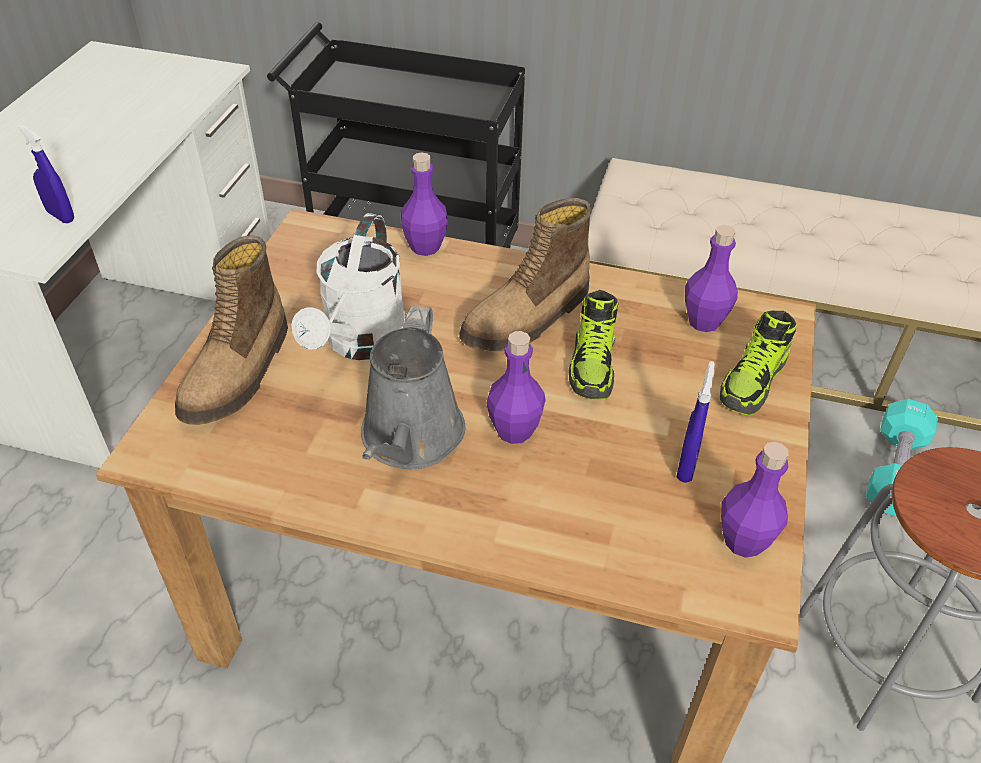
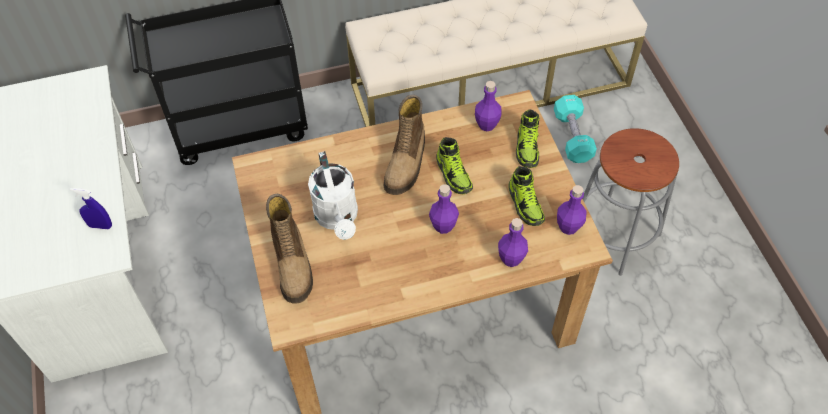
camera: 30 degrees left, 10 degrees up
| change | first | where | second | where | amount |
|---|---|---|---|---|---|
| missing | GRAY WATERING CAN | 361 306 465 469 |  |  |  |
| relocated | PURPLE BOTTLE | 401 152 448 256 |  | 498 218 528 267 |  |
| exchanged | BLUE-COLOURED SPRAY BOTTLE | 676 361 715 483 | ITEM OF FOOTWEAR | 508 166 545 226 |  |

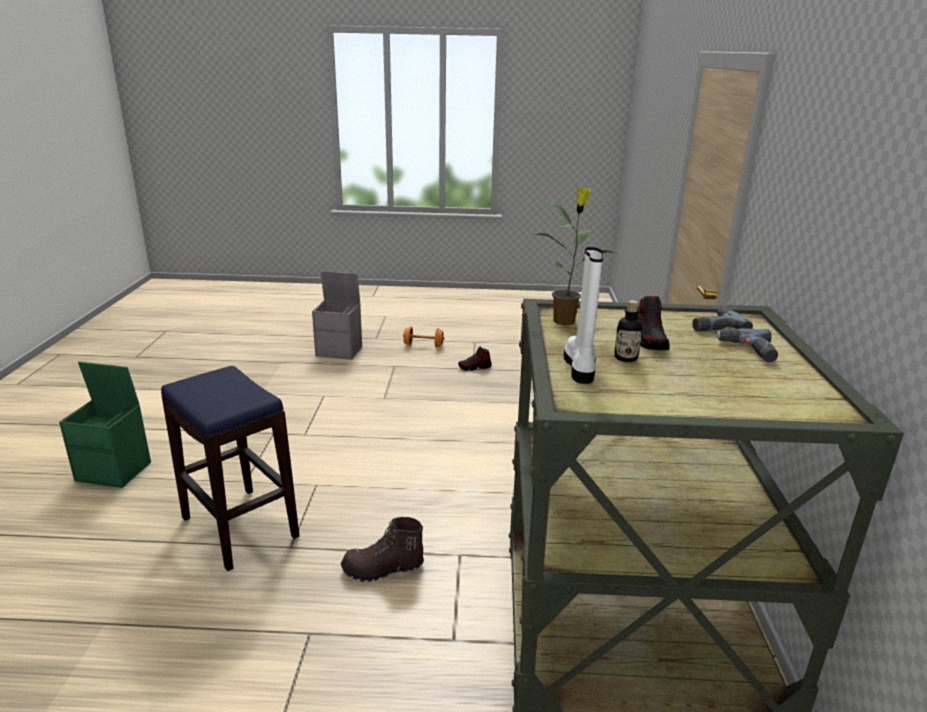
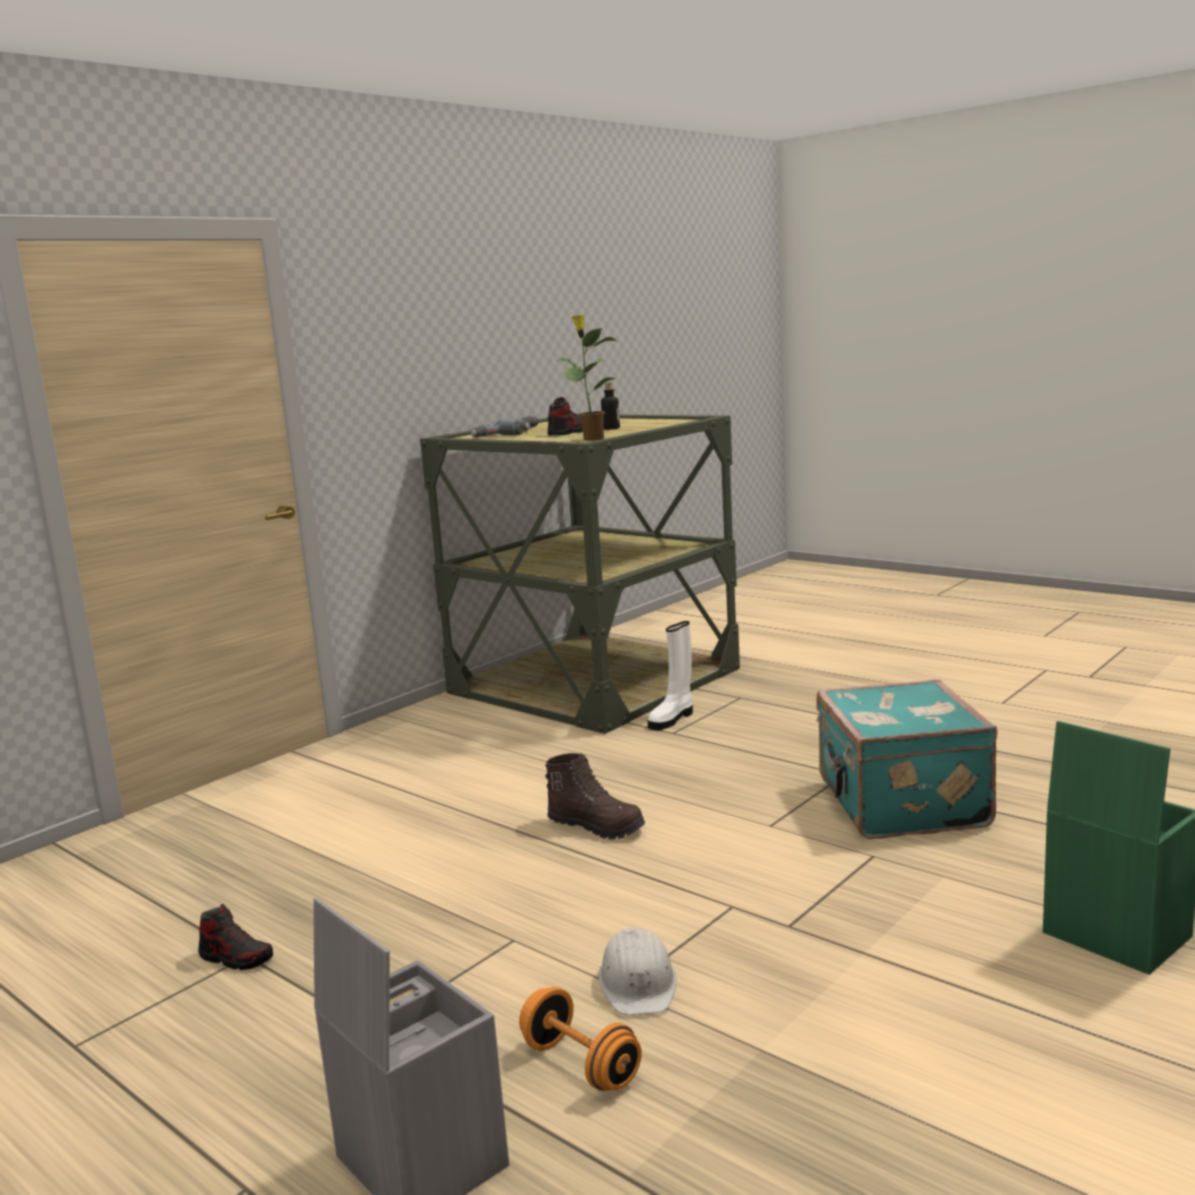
camera: 140 degrees left, 10 degrees down
| change | first | where | second | where | amount |
|---|---|---|---|---|---|
| exchanged | STOOL SEAT | 161 366 299 571 | BLUE-GREEN SUITCASE | 816 679 997 839 |  |
| relocated | BROWNISH BOOT | 341 517 424 582 |  | 545 753 645 840 |  |
| relocated | ORANGE-COLOURED FREE WEIGHT | 403 326 444 348 |  | 519 987 642 1091 |  |
| relocated | WHITE-COLOURED BOOT | 564 247 603 384 |  | 647 621 693 730 |  |
| appeared |  |  | WHITE-COLOURED SAFETY HELMET | 598 927 676 1015 |  |

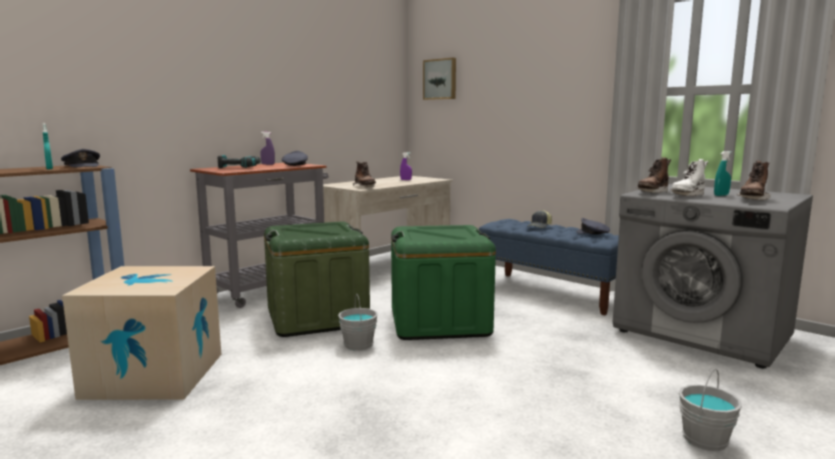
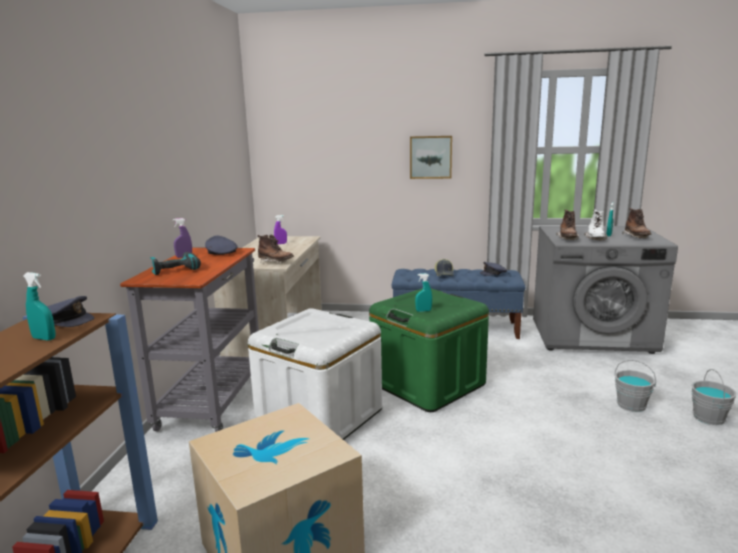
camera: 35 degrees left, 5 degrees up
| change | first | where | second | where | amount |
|---|---|---|---|---|---|
| colour | GREEN-COLOURED STORAGE CONTAINER | 264 221 370 337 | WHITE-COLOURED STORAGE CONTAINER | 248 308 382 440 |  |
| relocated | GRAY PAIL | 338 294 378 351 |  | 615 360 656 412 |  |
| relocated | WALL ART | 423 58 456 100 |  | 410 136 452 179 |  |
| appeared |  |  | BLUE-GREEN SPRAY BOTTLE | 415 273 432 312 |  |

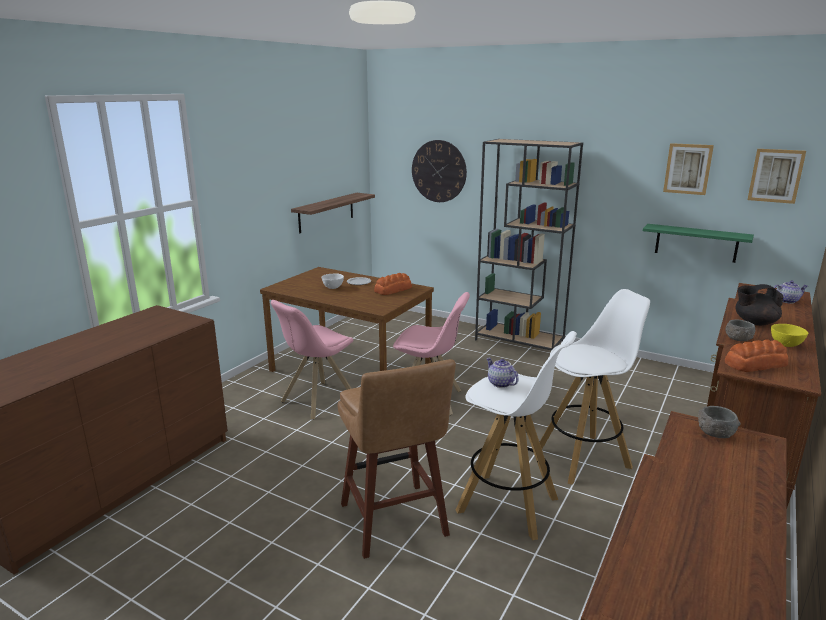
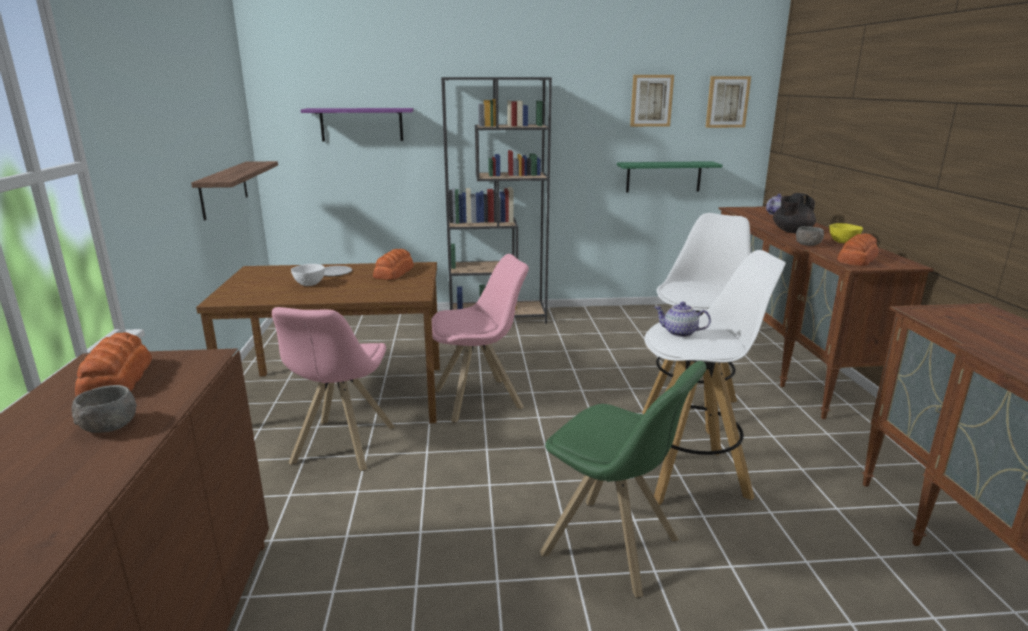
camera: 35 degrees left, 0 degrees up
| change | first | where | second | where | amount |
|---|---|---|---|---|---|
| exchanged | BROWNISH STOOL SEAT | 338 359 456 559 | GREEN-COLOURED PLAIN CHAIR | 540 361 707 598 |  |
| exchanged | HANGING CLOCK | 412 140 467 202 | PURPLE SHELF | 301 108 414 141 |  |
| relocated | GRAY SERVING BOWL | 698 406 741 438 |  | 72 385 137 433 |  |
| appeared |  |  | BAKERY BREAD | 75 332 152 396 |  |

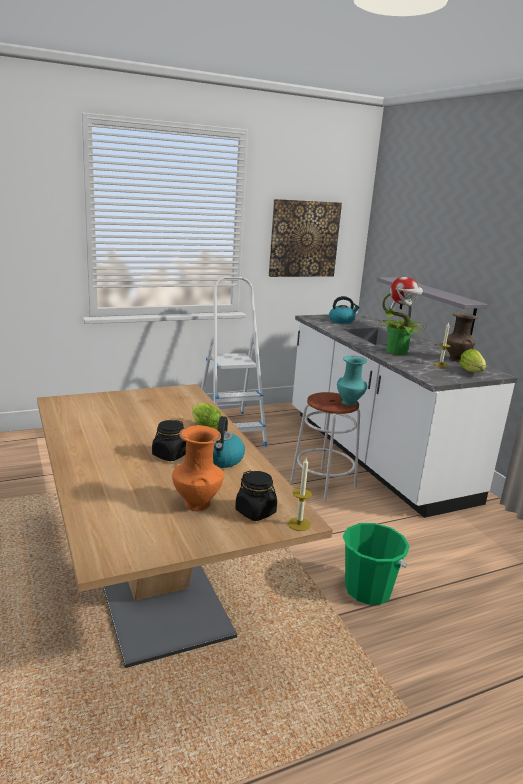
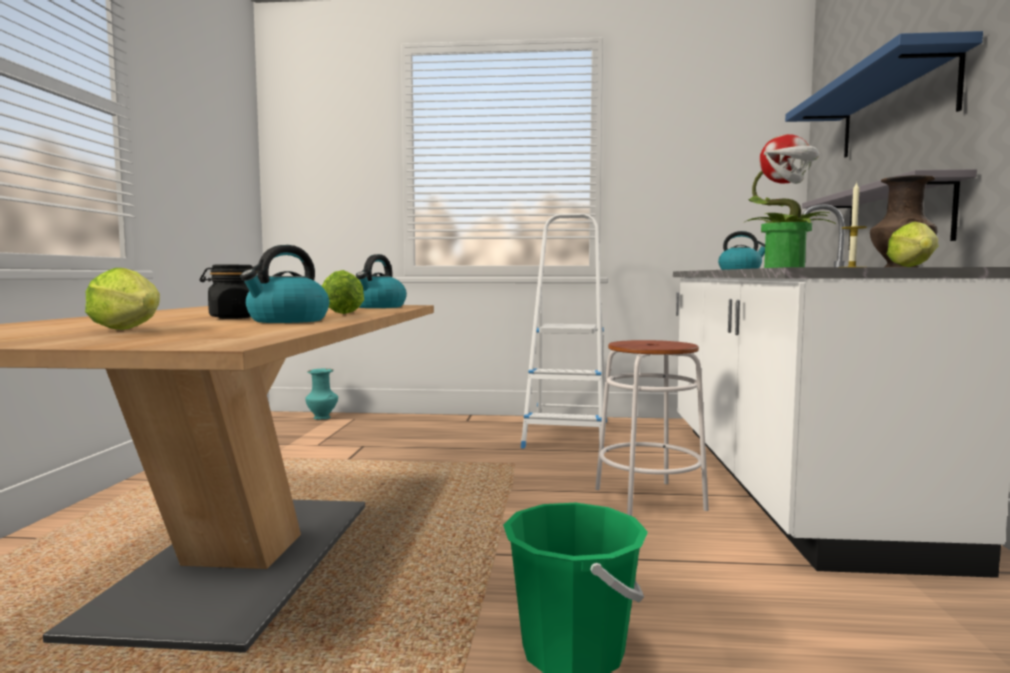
camera: 30 degrees right, 15 degrees down
| change | first | where | second | where | amount |
|---|---|---|---|---|---|
| exchanged | ORANGE-COLOURED VASE | 172 425 224 511 | LETTUCE HEAD | 85 268 160 330 |  |
| missing | BLACKISH PRESERVE JAR | 235 470 277 521 |  |  |  |
| missing | WALL ART | 269 199 342 277 |  |  |  |
| missing | WAX CANDLE | 288 458 313 531 |  |  |  |
| relocated | BLUE-GREEN VASE | 337 356 367 406 |  | 305 369 338 420 |  |
| appeared |  |  | KETTLE | 356 254 407 308 |  |
| appeared |  |  | BLUE-COLOURED SHELF | 785 31 983 157 |  |

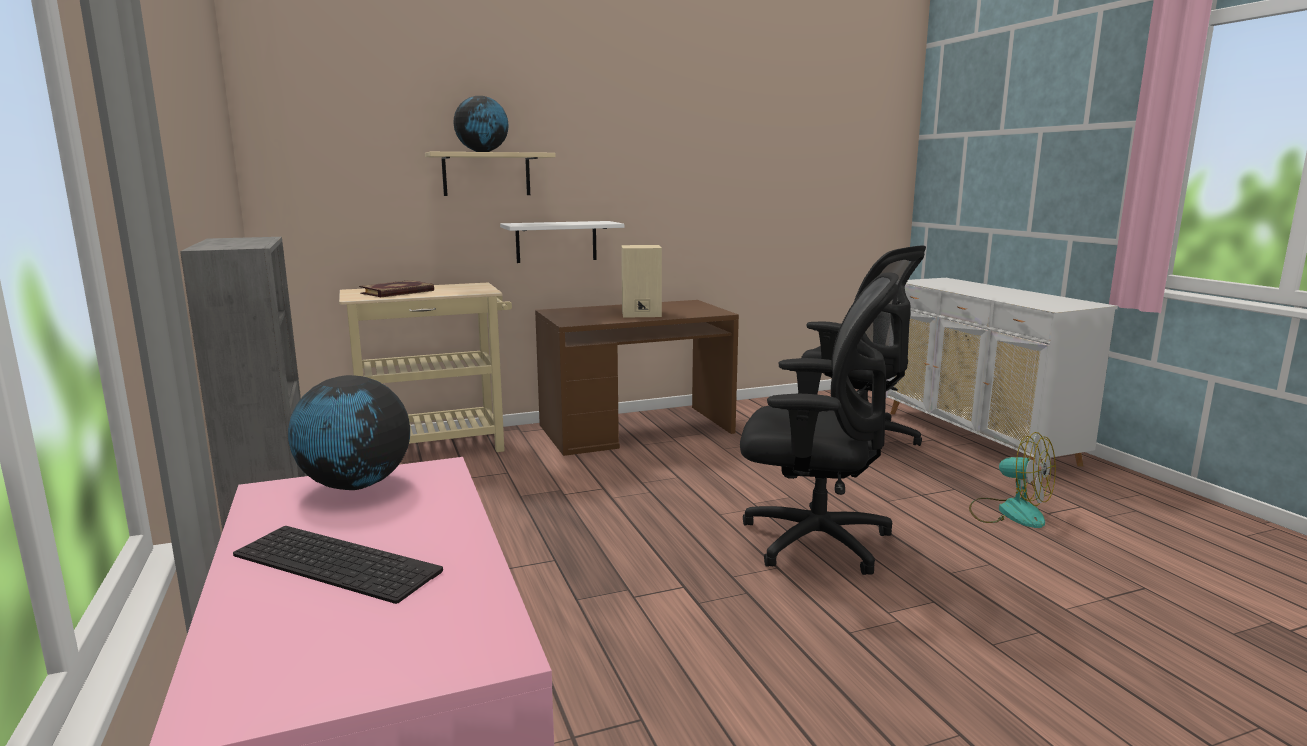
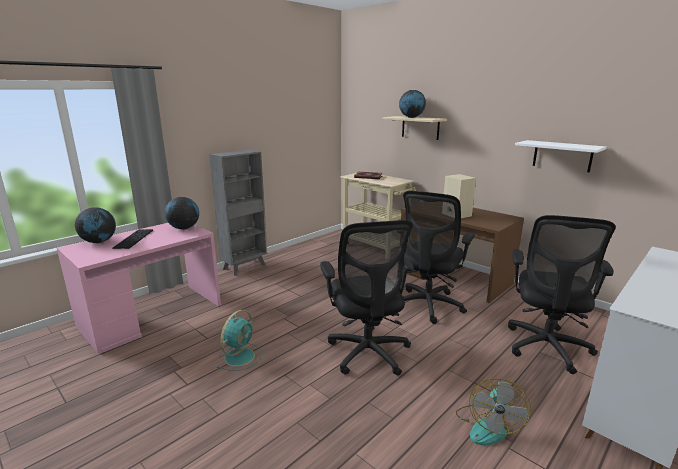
camera: 65 degrees right, 5 degrees up
| change | first | where | second | where | amount |
|---|---|---|---|---|---|
| relocated | WHITE-COLOURED SHELF | 500 221 624 263 |  | 515 140 607 172 |  |
| appeared |  |  | GLOBE | 75 207 116 243 |  |
| appeared |  |  | BLUE-GREEN COOLING FAN | 217 310 263 371 |  |
| appeared |  |  | BLACKISH COMPUTER CHAIR | 403 191 475 324 |  |

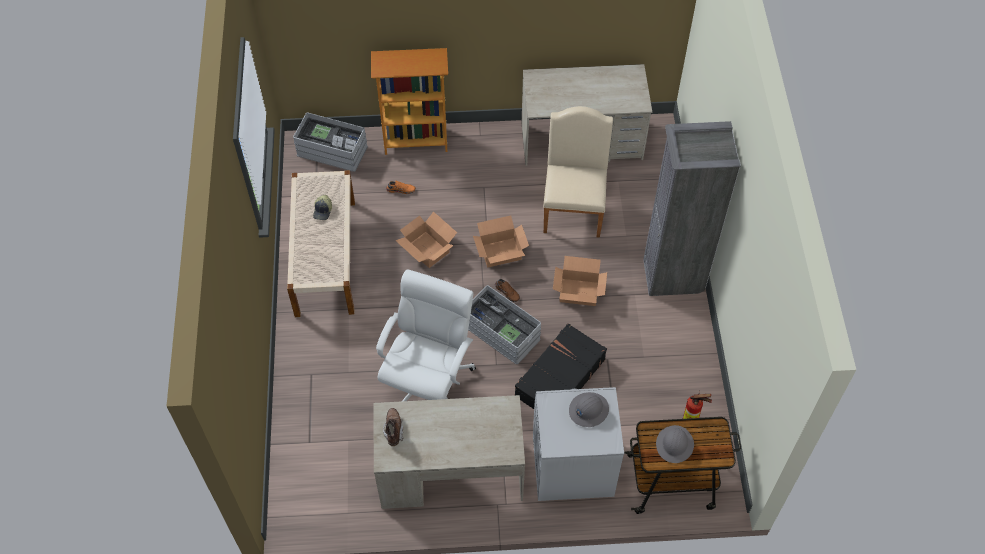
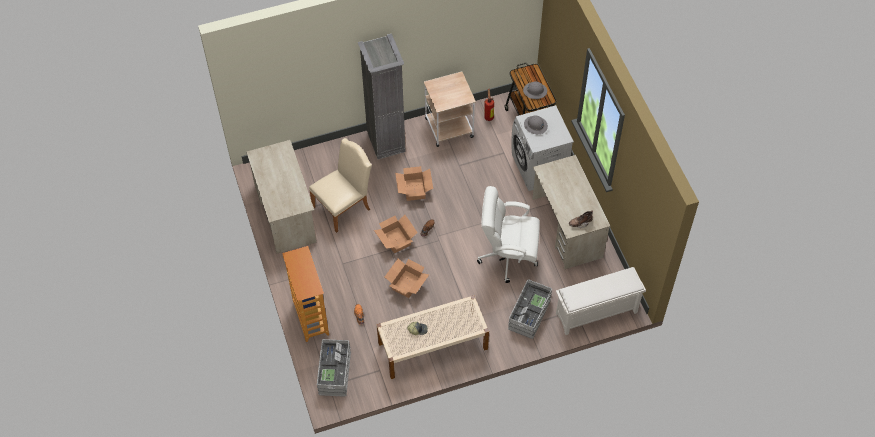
camera: 105 degrees left, 0 degrees up
| change | first | where | second | where | amount |
|---|---|---|---|---|---|
| relocated | GRAY STORAGE CONTAINER | 468 285 541 364 |  | 508 279 552 339 |  |
| missing | BLACKISH SUITCASE | 515 323 607 409 |  |  |  |
| spun | BEIGE PLAIN CHAIR | 543 106 613 238 |  | 309 138 372 233 | 150 degrees clockwise |
| appeared |  |  | BEIGE CART | 424 71 476 147 |  |
| appeared |  |  | WHITE-COLOURED SHOE STAND | 556 267 646 335 |  |

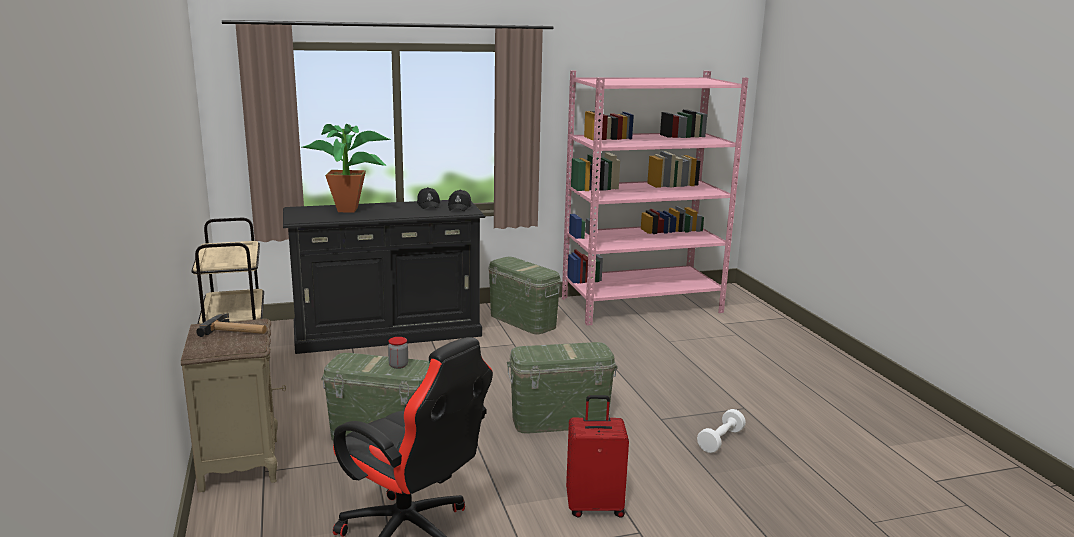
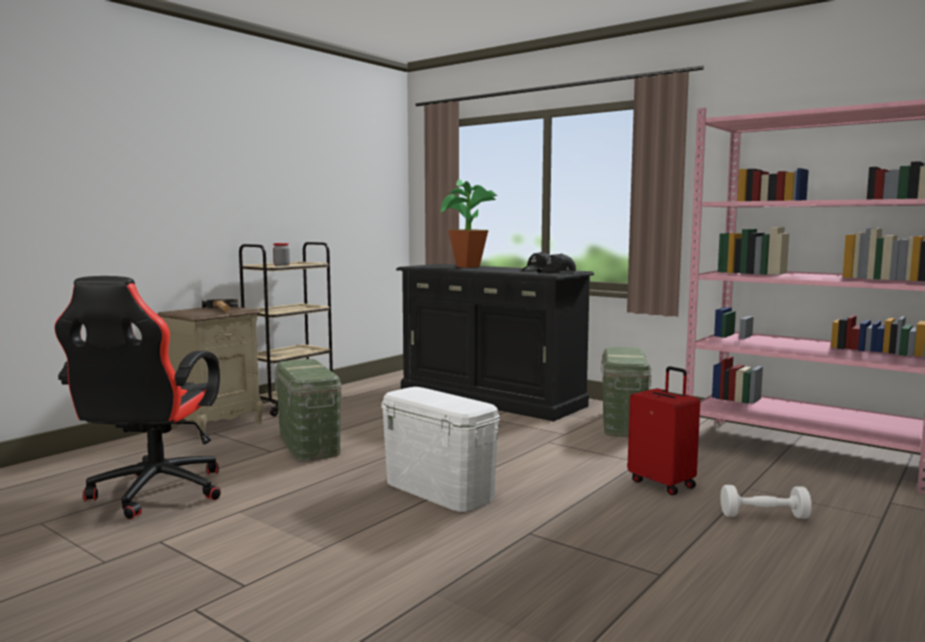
camera: 55 degrees right, 10 degrees down
| change | first | where | second | where | amount |
|---|---|---|---|---|---|
| relocated | PRESERVE JAR | 388 337 408 369 |  | 273 243 290 266 |  |
| colour | GREEN-COLOURED STORAGE CONTAINER | 507 342 618 433 | WHITE-COLOURED STORAGE CONTAINER | 381 387 500 512 |  |
| relocated | RED-COLOURED SUITCASE | 566 395 629 518 |  | 628 366 700 495 |  |
| relocated | WHITE-COLOURED FREE WEIGHT | 697 409 746 453 |  | 721 485 812 519 |  |

